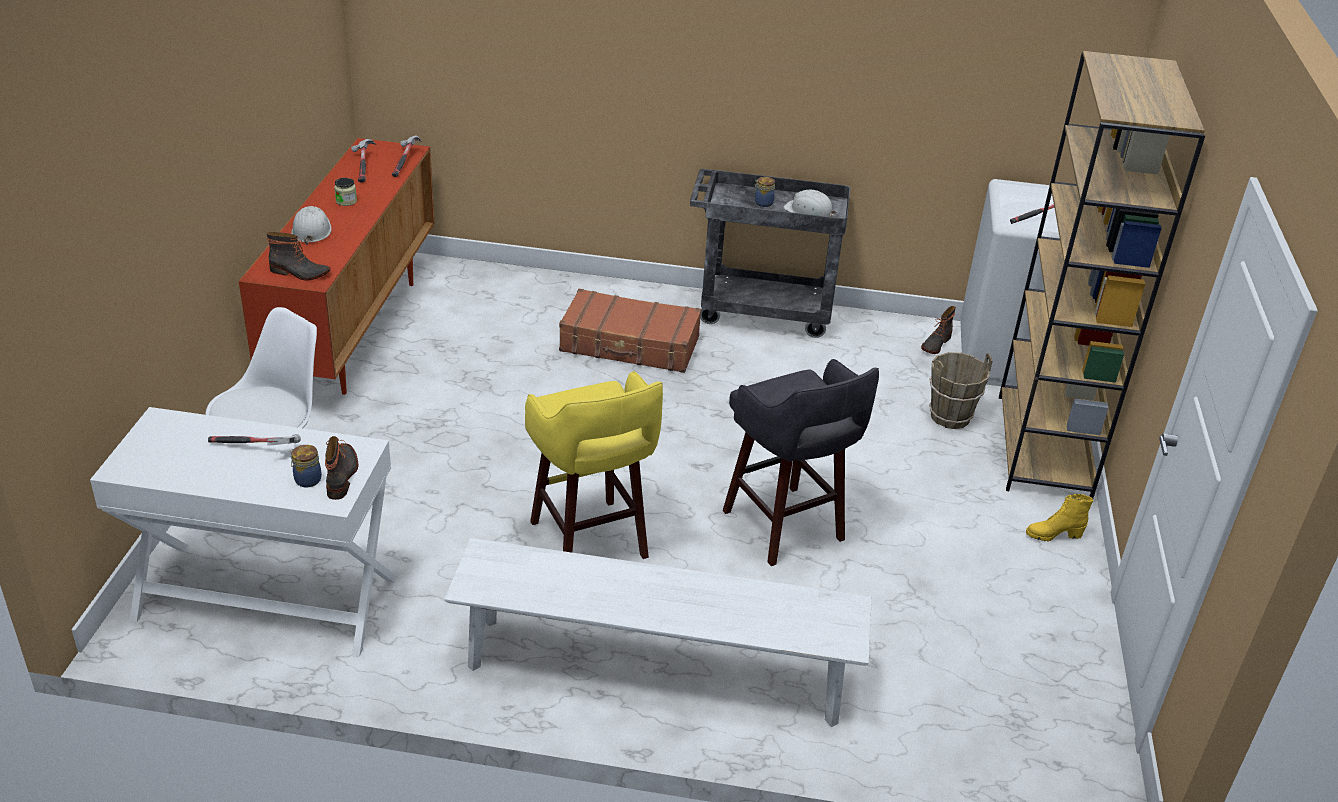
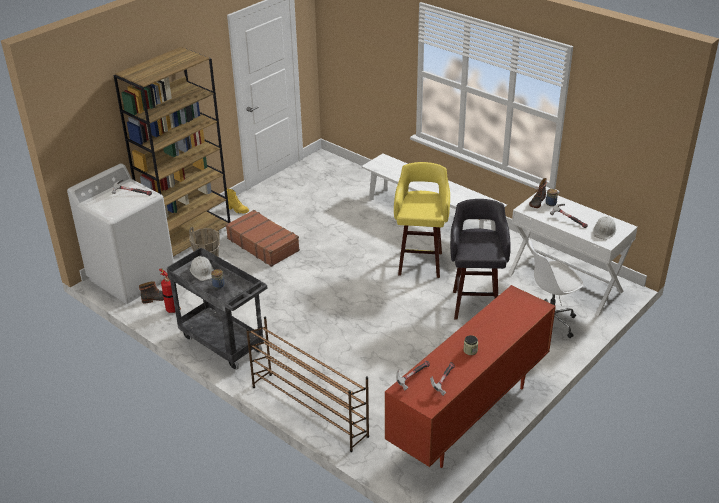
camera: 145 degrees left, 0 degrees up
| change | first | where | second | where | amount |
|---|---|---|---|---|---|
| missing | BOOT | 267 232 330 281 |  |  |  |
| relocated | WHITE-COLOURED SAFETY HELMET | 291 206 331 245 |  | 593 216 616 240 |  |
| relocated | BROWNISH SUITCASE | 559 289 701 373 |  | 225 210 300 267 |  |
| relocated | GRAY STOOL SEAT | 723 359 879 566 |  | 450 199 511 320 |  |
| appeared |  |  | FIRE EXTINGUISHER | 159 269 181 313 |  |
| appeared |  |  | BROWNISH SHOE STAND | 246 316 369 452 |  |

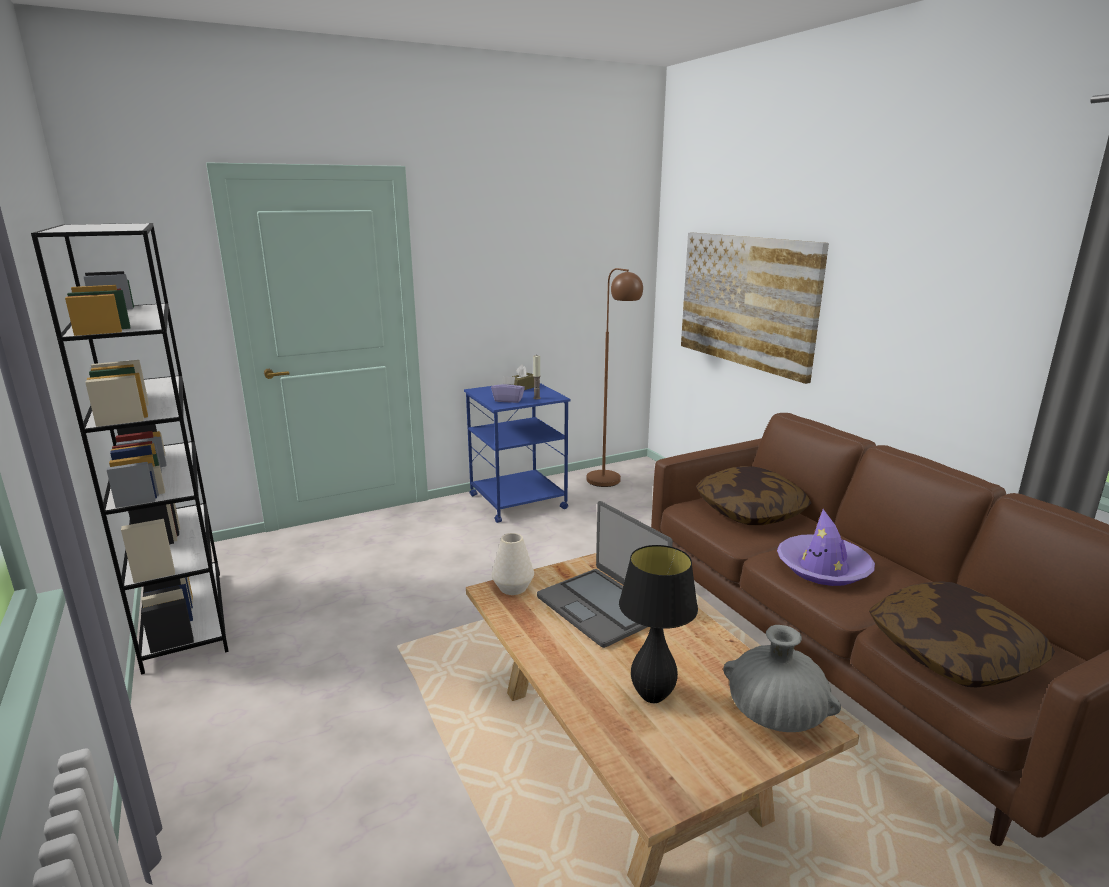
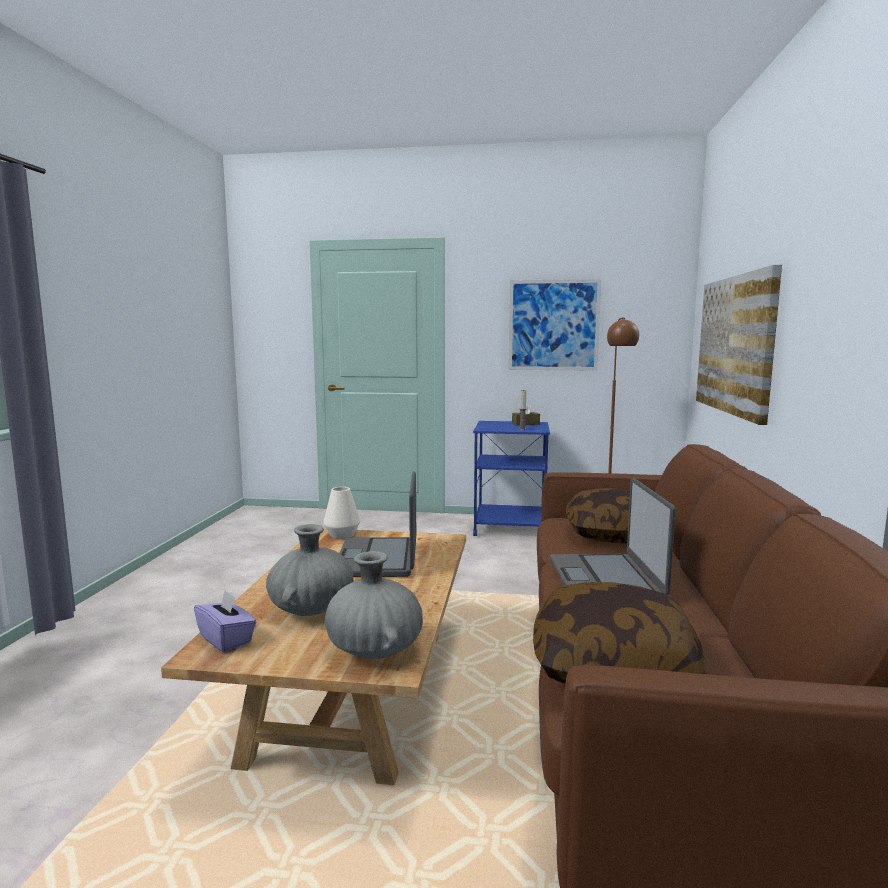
camera: 35 degrees right, 10 degrees down
| change | first | where | second | where | amount |
|---|---|---|---|---|---|
| missing | WHITE-COLOURED BOOKSHELF | 31 223 229 675 |  |  |  |
| relocated | PURPLE TISSUE HOLDER | 491 376 525 403 |  | 194 590 256 652 |  |
| exchanged | BLACKISH TABLE LAMP | 619 545 698 703 | GRAY VASE | 266 524 354 616 |  |
| exchanged | PURPLE WEARABLE HAT | 777 509 875 586 | PORTABLE COMPUTER | 550 478 676 595 |  |
| appeared |  |  | WALL ART | 508 279 601 371 |  |

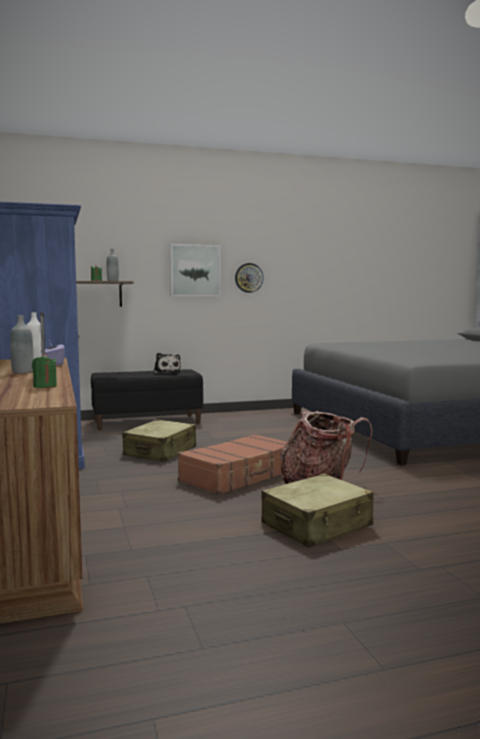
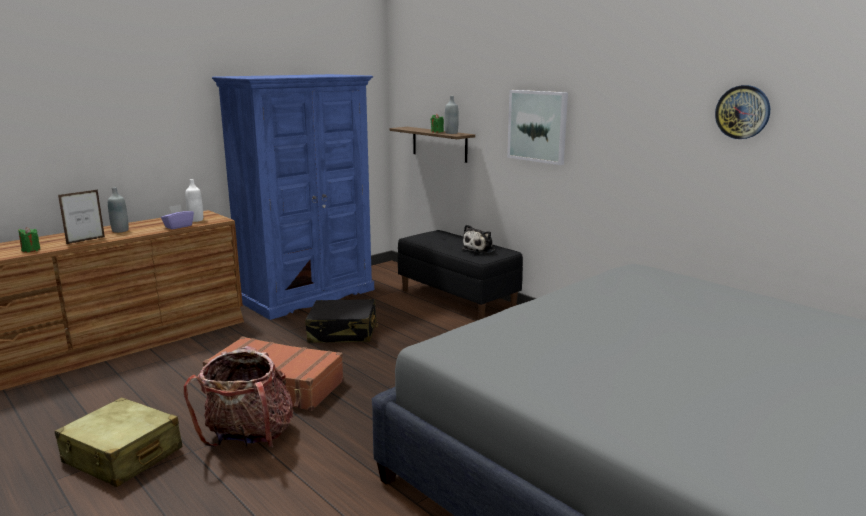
camera: 65 degrees right, 10 degrees up
| change | first | where | second | where | amount |
|---|---|---|---|---|---|
| colour | BEIGE SUITCASE | 122 420 196 462 | BLACKISH SUITCASE | 305 299 378 343 |  |
| relocated | HANGING CLOCK | 235 263 264 293 |  | 715 85 770 139 |  |

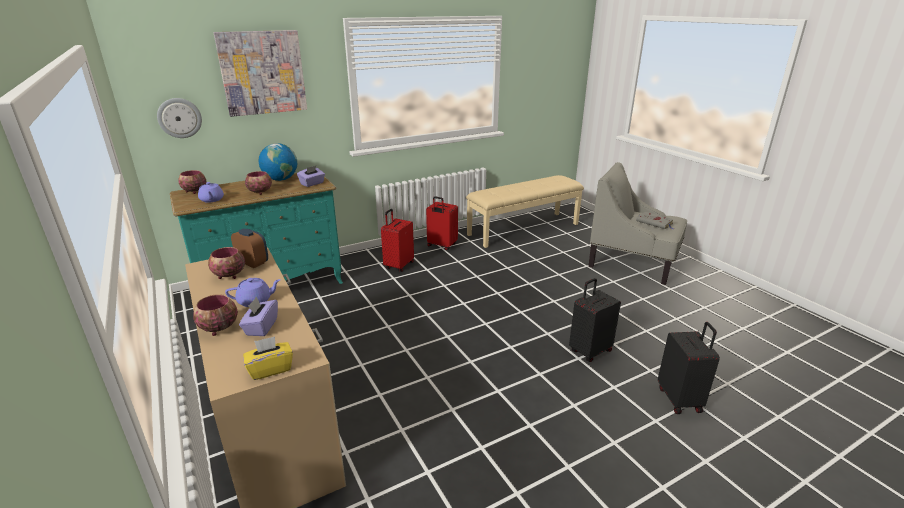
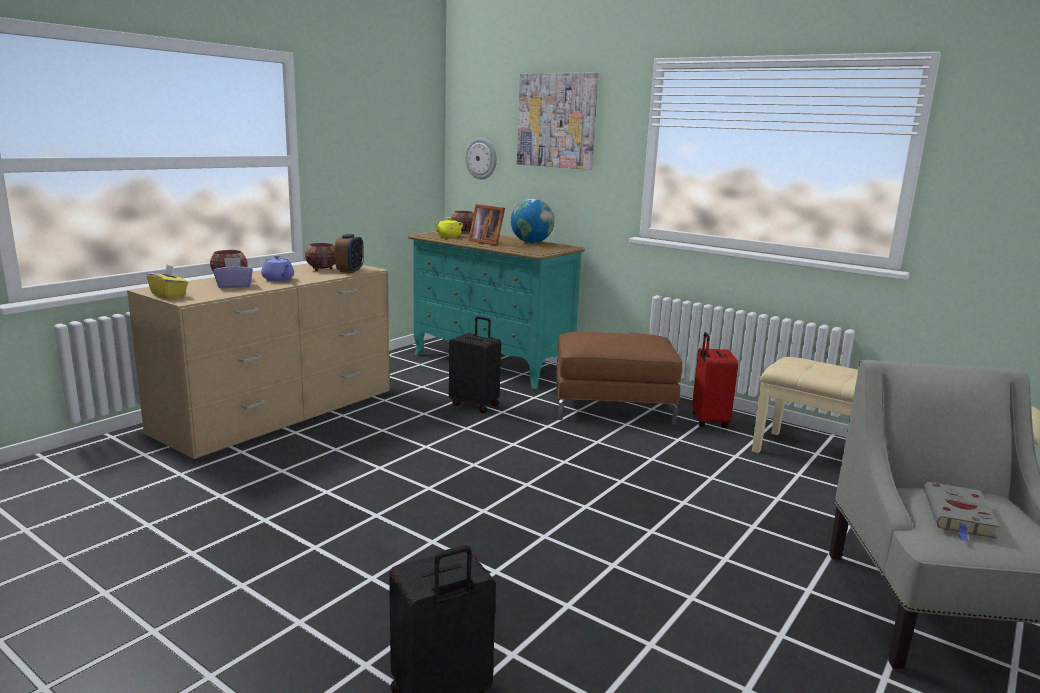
camera: 65 degrees right, 10 degrees down
| change | first | where | second | where | amount |
|---|---|---|---|---|---|
| colour | PURPLE TEA POT | 198 182 224 203 | YELLOWISH TEA POT | 434 217 463 238 |  |
| exchanged | SERVING BOWL | 245 171 272 195 | PICTURE FRAME | 468 204 505 246 |  |
| missing | PURPLE TISSUE HOLDER | 297 166 325 187 |  |  |  |
| exchanged | RED-COLOURED SUITCASE | 381 209 414 272 | BROWNISH OTTOMAN | 556 331 682 425 |  |
| relocated | BLACKISH SUITCASE | 569 278 621 362 |  | 449 316 501 413 |  |

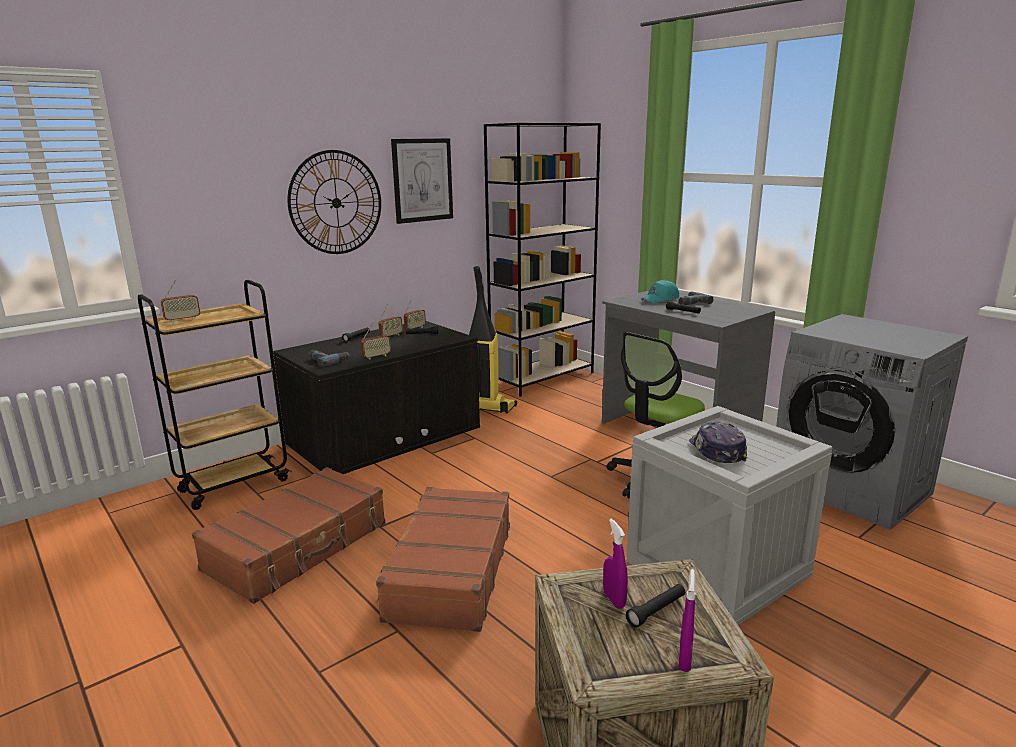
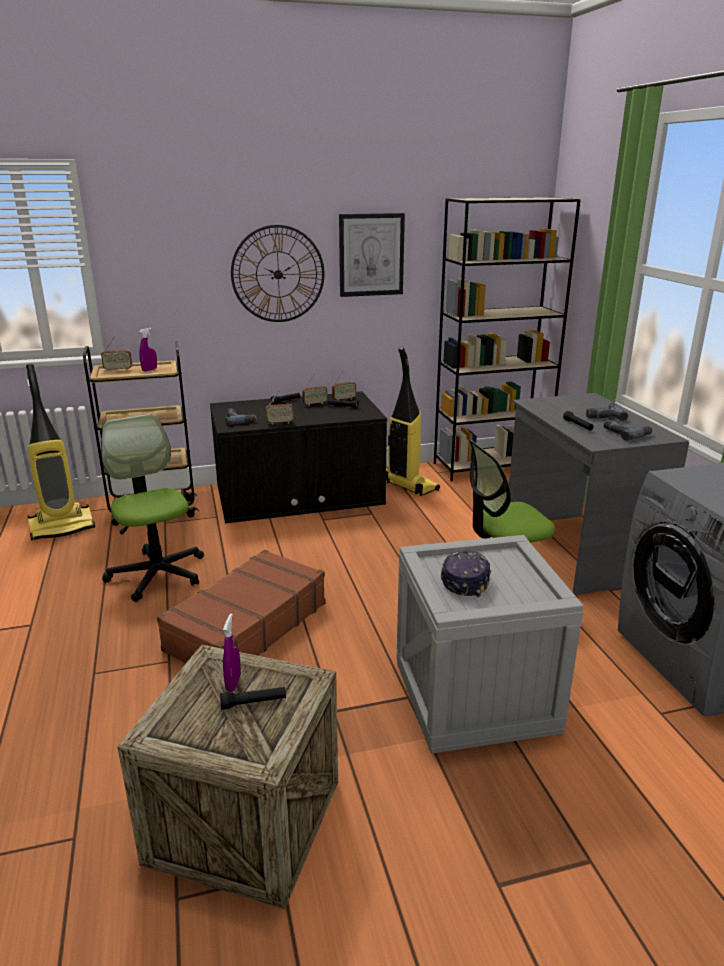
camera: 25 degrees right, 5 degrees up
| change | first | where | second | where | amount |
|---|---|---|---|---|---|
| exchanged | BROWNISH SUITCASE | 192 467 385 604 | COMPUTER CHAIR | 101 414 204 602 |  |
| missing | BLUE-GREEN CAP | 641 280 679 303 |  |  |  |
| relocated | PURPLE SPRAY BOTTLE | 678 569 696 672 |  | 139 328 157 371 |  |
| appeared |  |  | HOOVER | 26 364 95 540 |  |
| appeared |  |  | ELECTRIC DRILL | 603 419 652 441 |  |

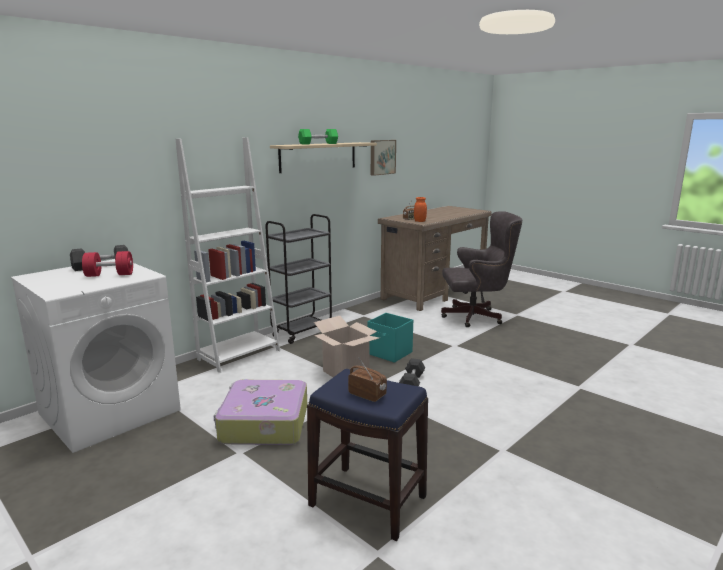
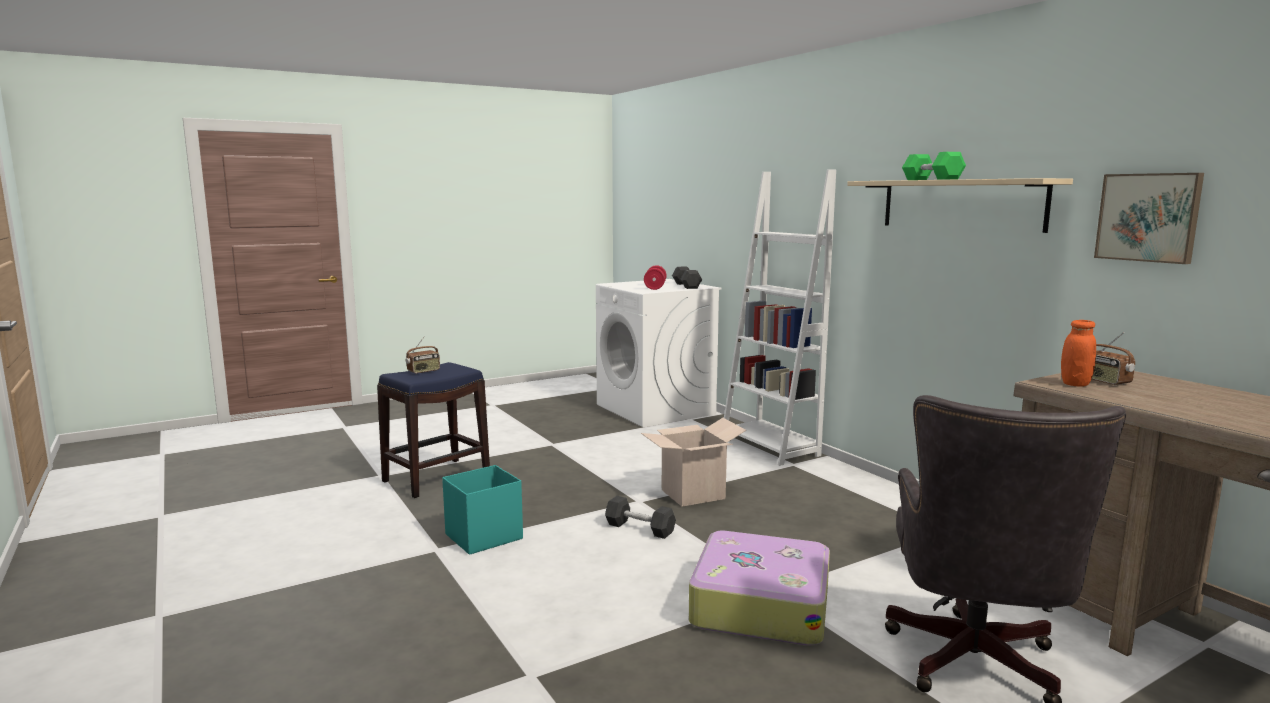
camera: 105 degrees right, 5 degrees down
| change | first | where | second | where | amount |
|---|---|---|---|---|---|
| relocated | SUITCASE | 214 380 307 445 |  | 689 530 830 646 |  |
| missing | GRAY CART | 266 214 332 344 |  |  |  |
| relocated | BLUE-GREEN STORAGE CONTAINER | 367 313 413 363 |  | 442 465 523 555 |  |

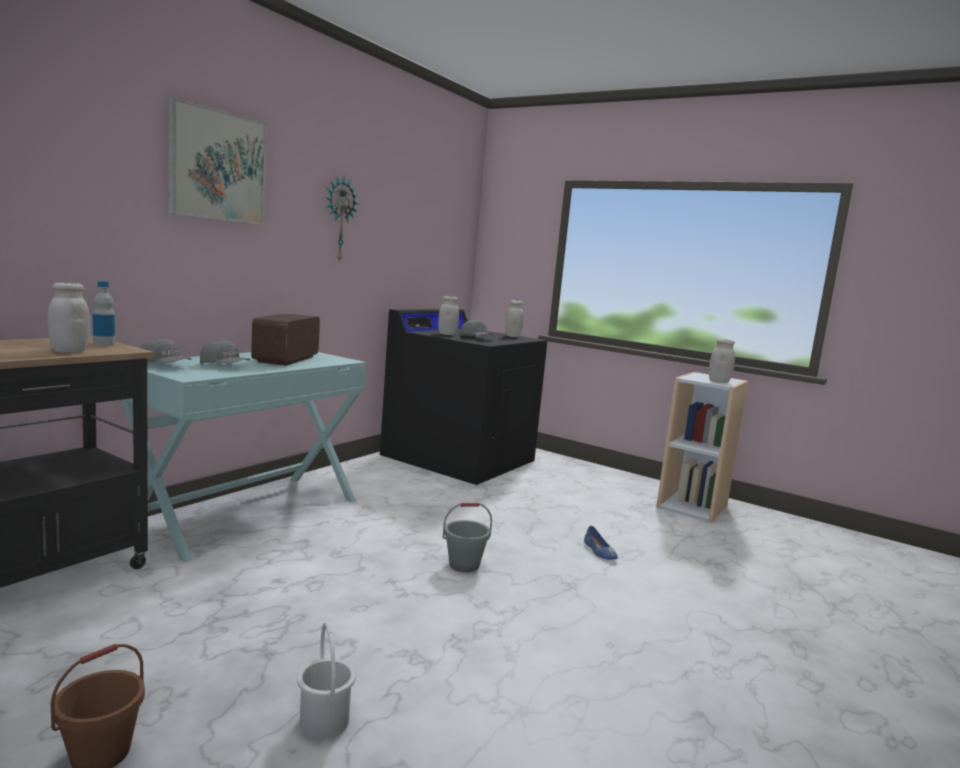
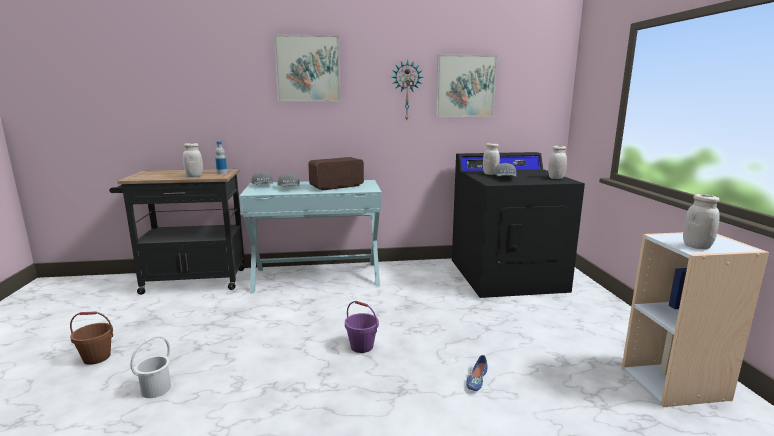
camera: 50 degrees right, 5 degrees up
| change | first | where | second | where | amount |
|---|---|---|---|---|---|
| colour | GRAY PAIL | 443 503 492 572 | PURPLE PAIL | 345 301 379 353 |  |
| appeared |  |  | WALL ART | 436 55 497 117 |  |

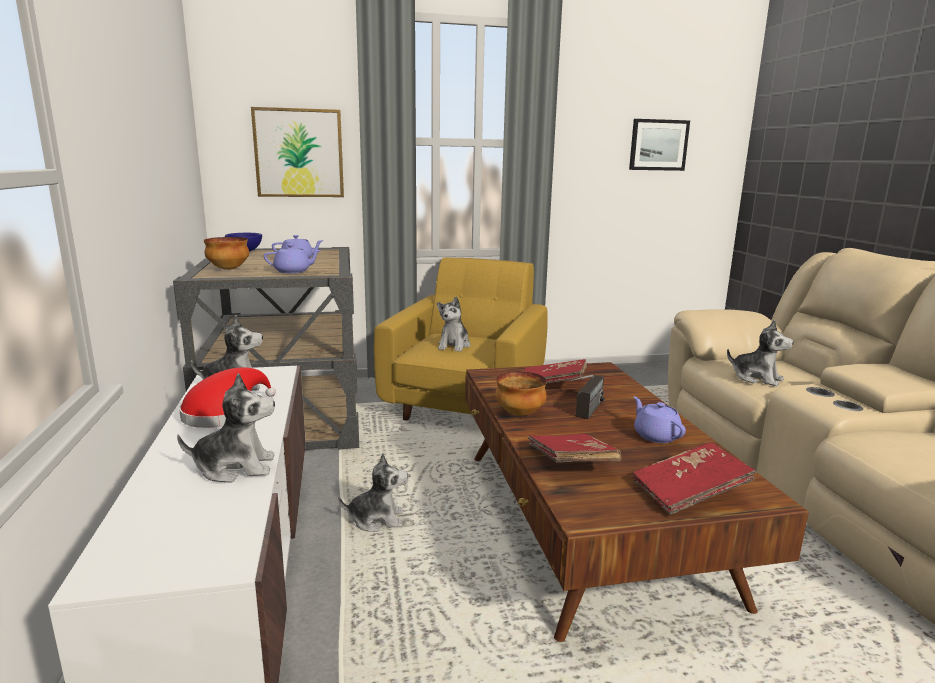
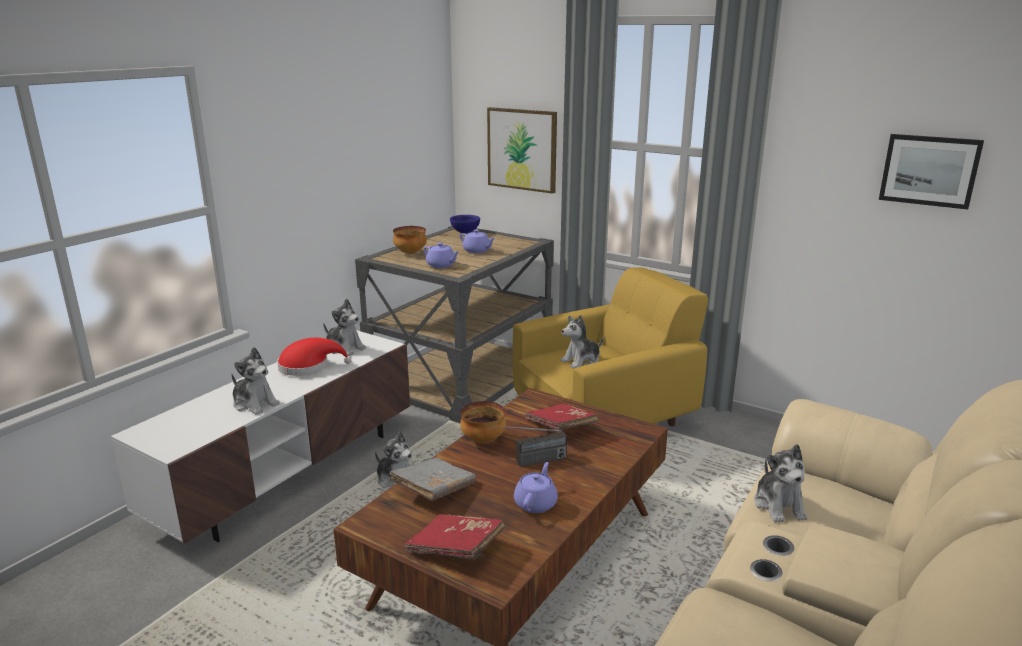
camera: 45 degrees right, 5 degrees up
| change | first | where | second | where | amount |
|---|---|---|---|---|---|
| colour | RED-COLOURED BOOK | 528 434 622 462 | GRAY BOOK | 389 457 476 501 |  |

